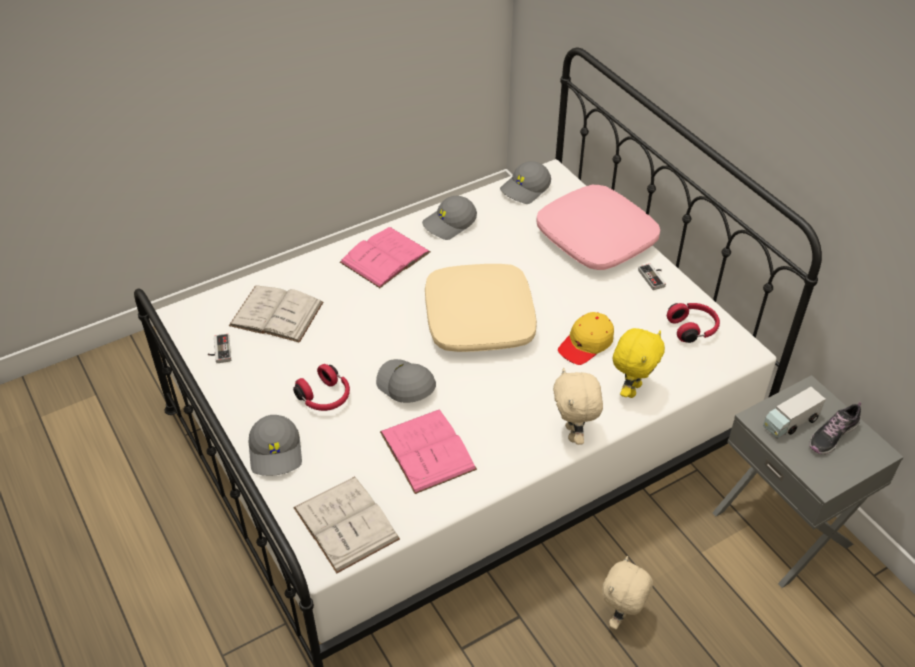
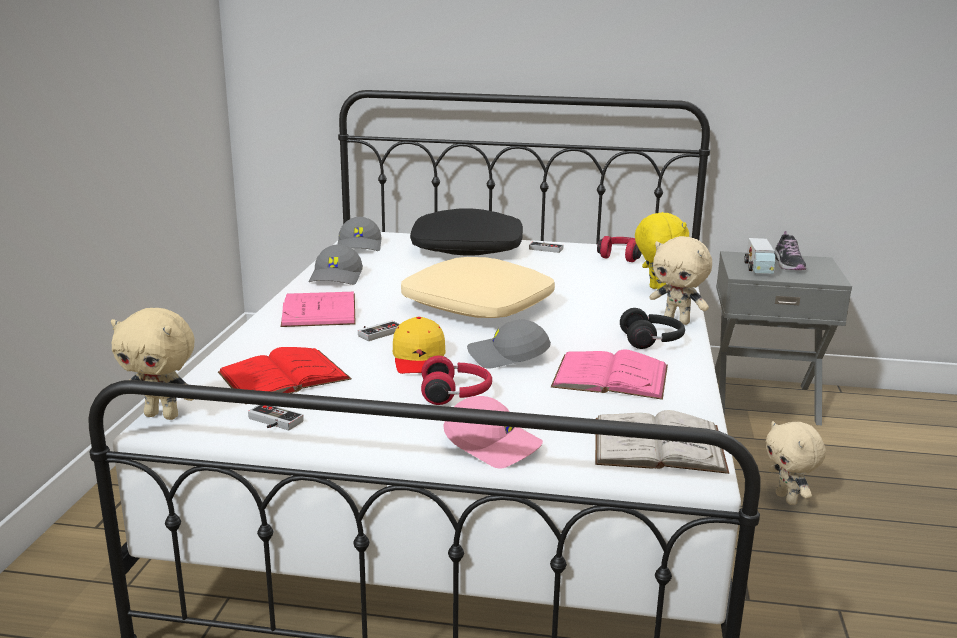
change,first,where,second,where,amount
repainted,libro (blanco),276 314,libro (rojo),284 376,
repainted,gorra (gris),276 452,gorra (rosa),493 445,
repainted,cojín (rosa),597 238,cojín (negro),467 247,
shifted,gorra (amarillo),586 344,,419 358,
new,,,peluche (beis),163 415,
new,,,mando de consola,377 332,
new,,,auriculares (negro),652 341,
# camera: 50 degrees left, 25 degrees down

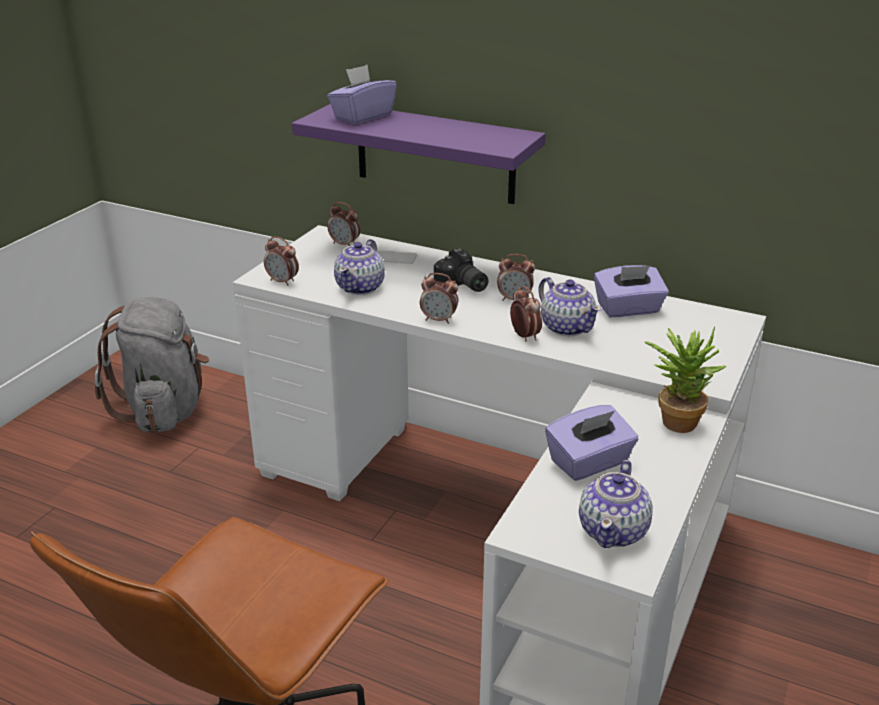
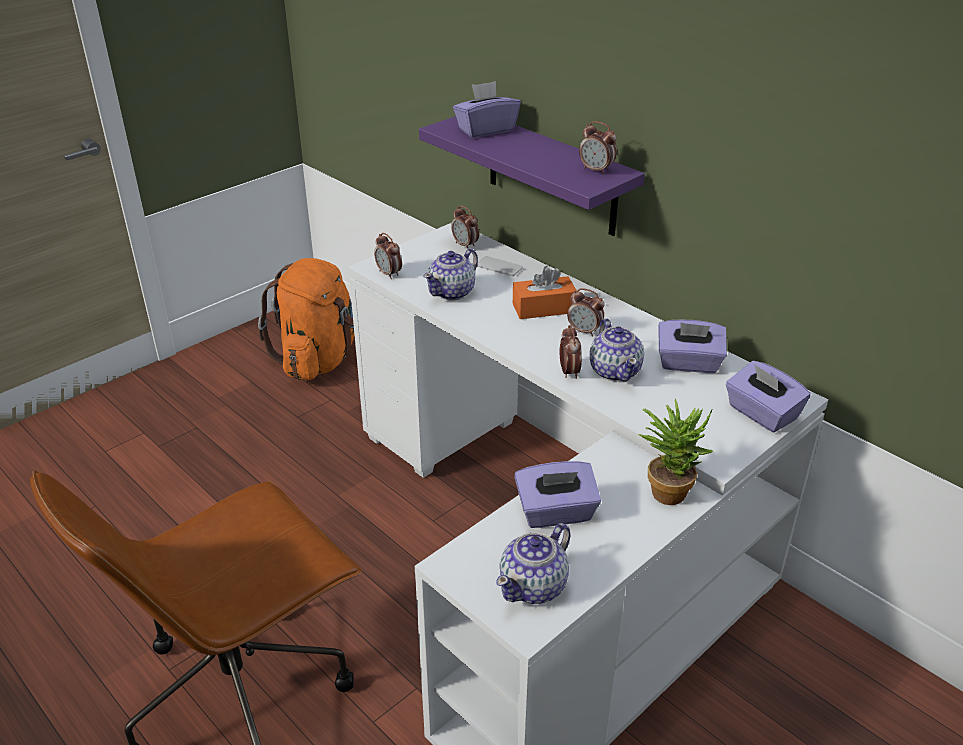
change,first,where,second,where,amount
repainted,mochila (gris),164 410,mochila (naranja),318 359,
shifted,despertador,439 320,,596 170,
swapped,cámara,461 286,caja de pañuelos (naranja),543 308,
new,,,caja de pañuelos (morado),761 414,
# camera: 20 degrees right, 5 degrees up

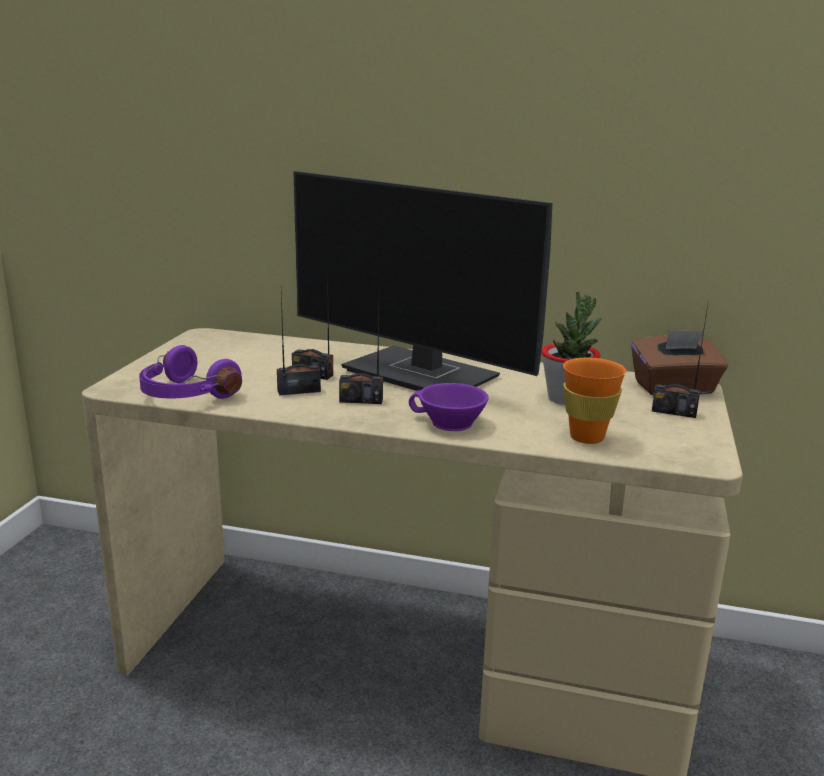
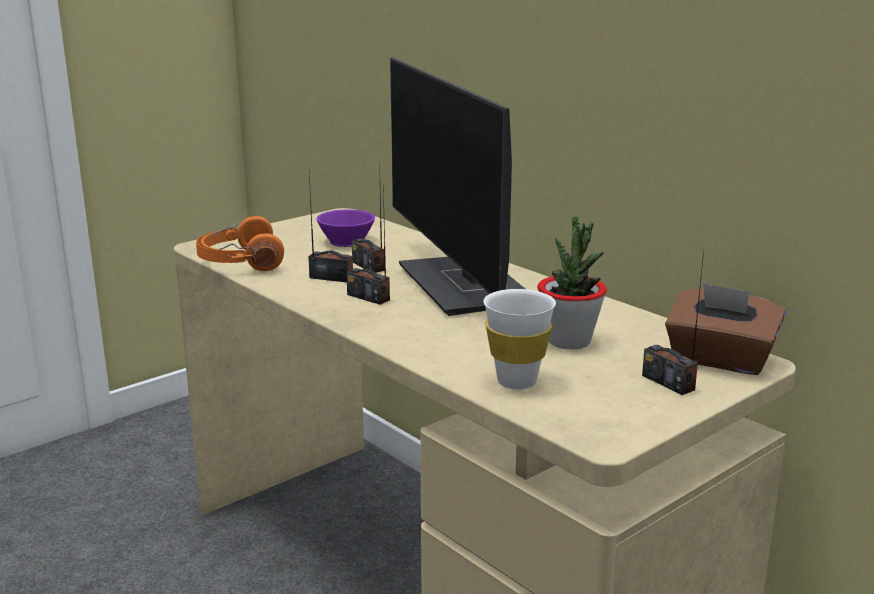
change,first,where,second,where,amount
repainted,auriculares (morado),185 395,auriculares (naranja),239 262,
shifted,taza (morado),449 423,,343 241,
repainted,taza (naranja),587 437,taza (blanco),516 381,
# camera: 35 degrees right, 0 degrees up

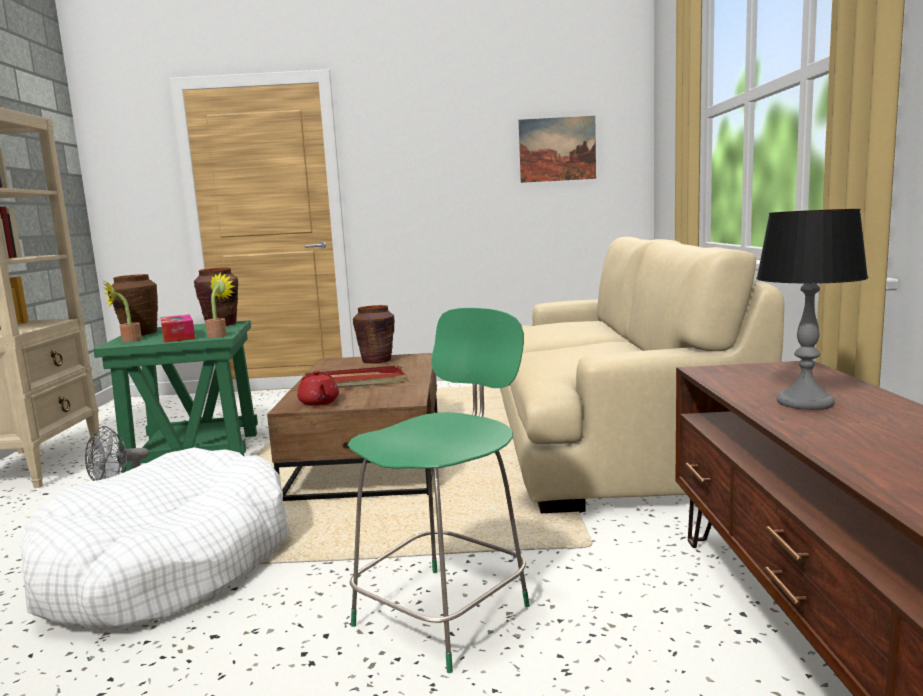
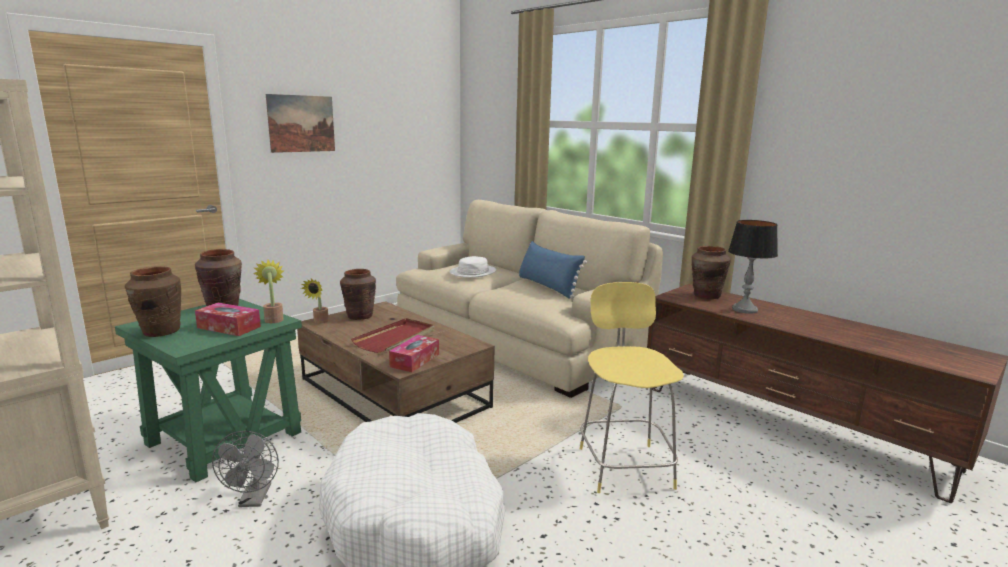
change,first,where,second,where,amount
shifted,planta en maceta,127 341,,319 322,
swapped,tetera (rojo),319 402,caja de pañuelos,415 360,
repainted,taburete (verde),446 612,taburete (amarillo),624 465,
shifted,cuadro,557 149,,301 123,
new,,,sombrero (blanco),473 272,
new,,,cojín (azul),547 286,
new,,,florero (marrón),706 296,
# camera: 45 degrees left, 5 degrees up

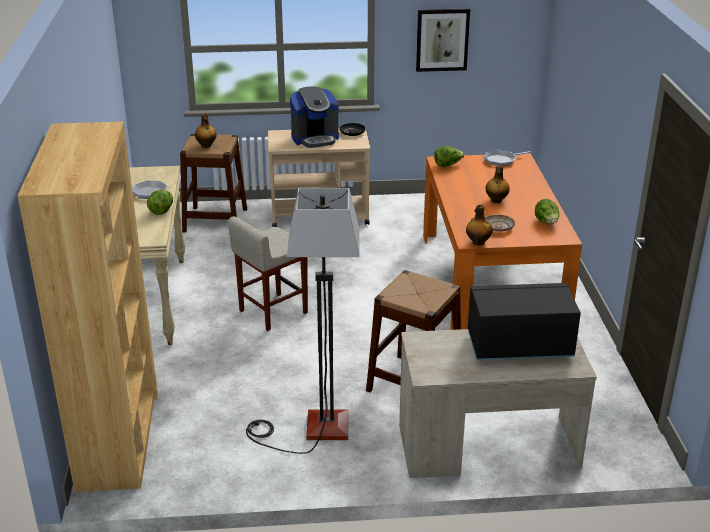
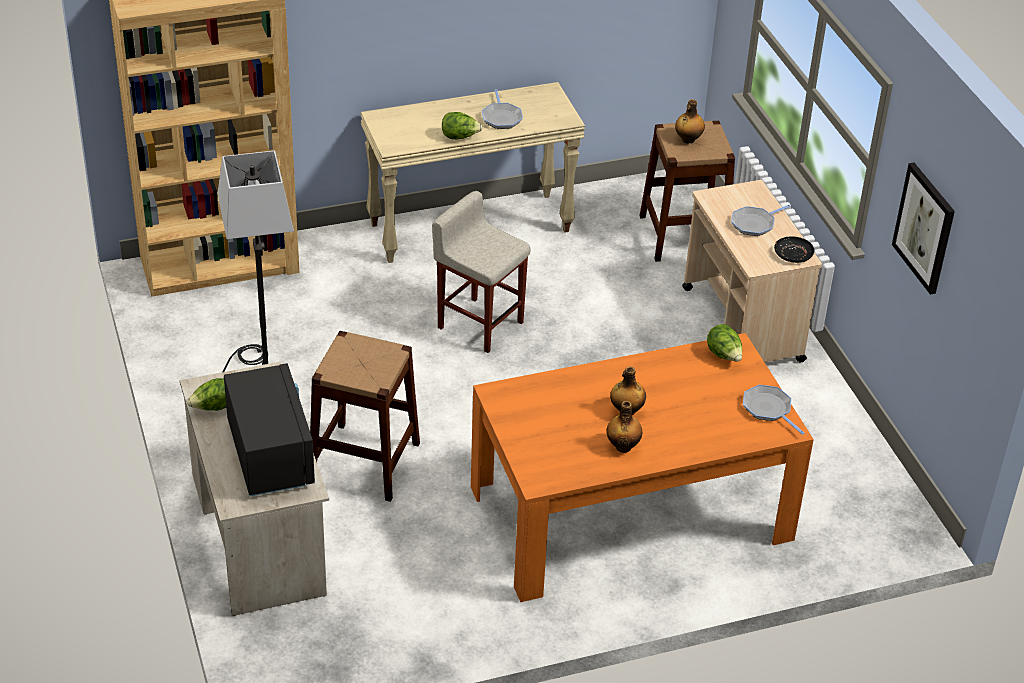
change,first,where,second,where,amount
swapped,cafetera,315 138,sartén,754 224,
shifted,botella,478 242,,623 446,
gone,plato (beis),498 227,,,
shifted,lechuga,546 223,,213 408,
# camera: 75 degrees right, 10 degrees up

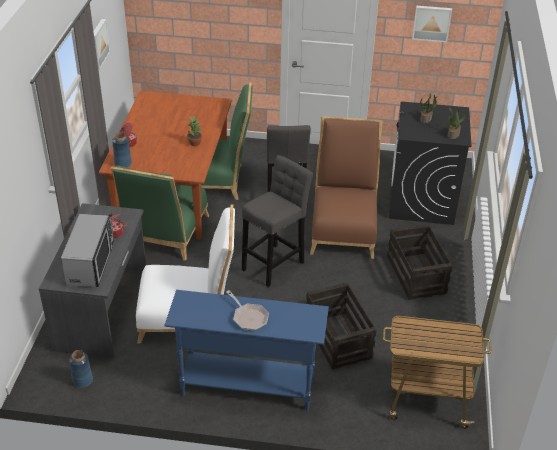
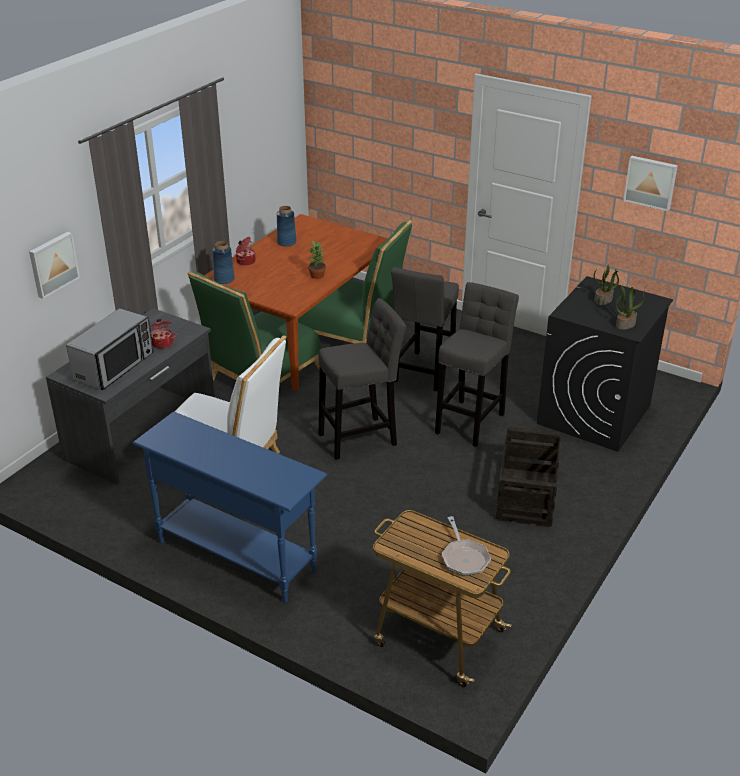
change,first,where,second,where,amount
shifted,florero (azul),82 380,,286 242,
shifted,cuadro,98 43,,53 264,
shifted,sartén,249 317,,464 558,
gone,caja de embalaje,338 339,,,
swapped,silla (marrón),343 228,taburete (gris),471 421,
# camera: 25 degrees right, 5 degrees down

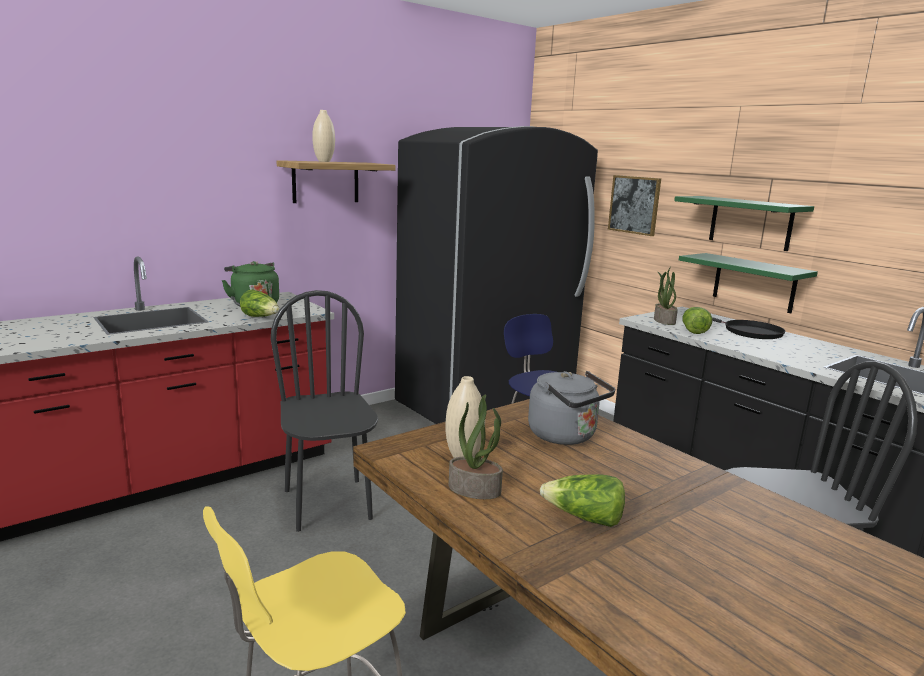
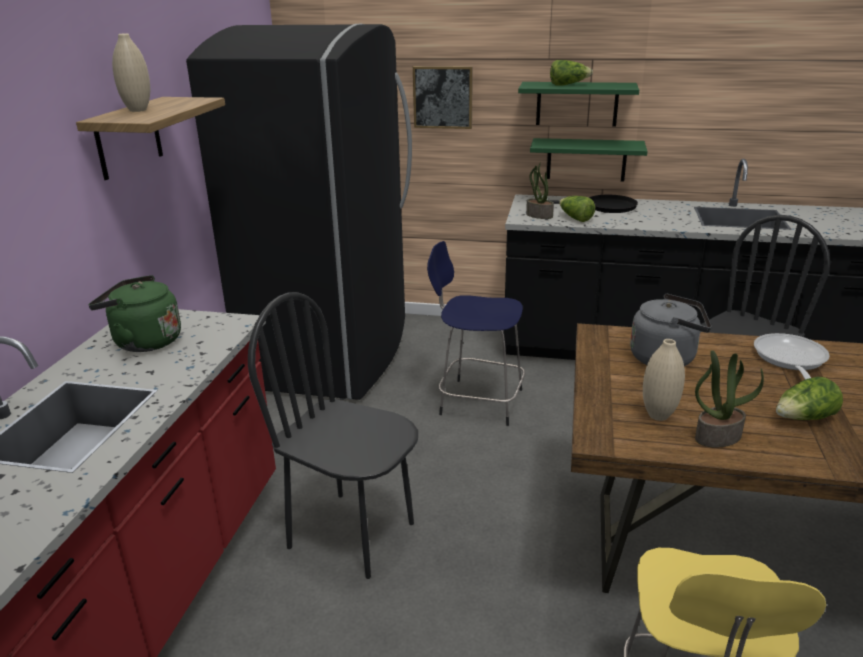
change,first,where,second,where,amount
shifted,lechuga,261 317,,568 85,
new,,,sartén,789 360,
# camera: 40 degrees left, 10 degrees up

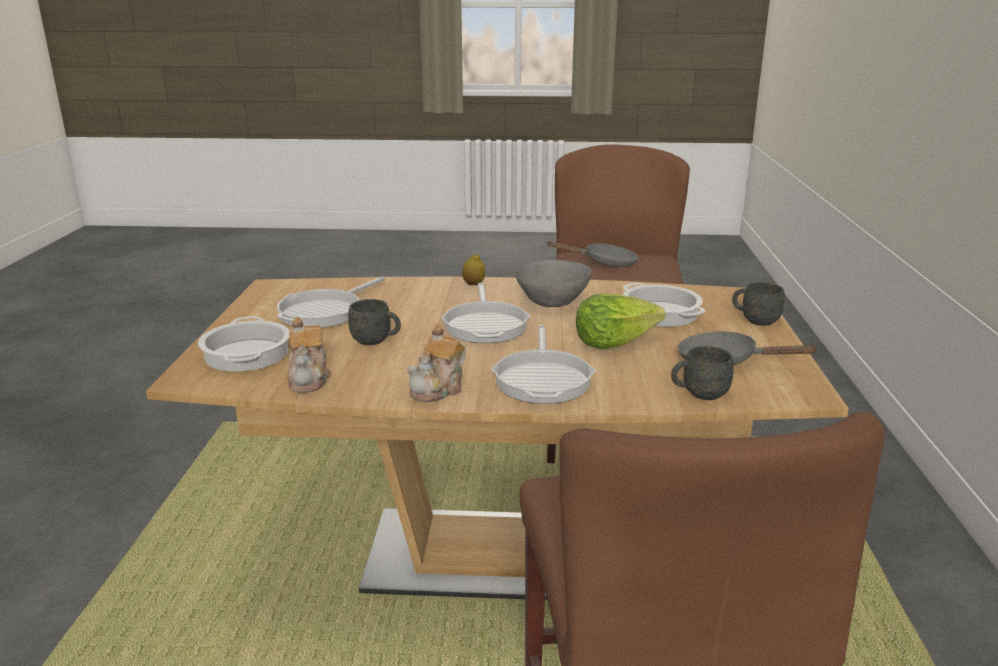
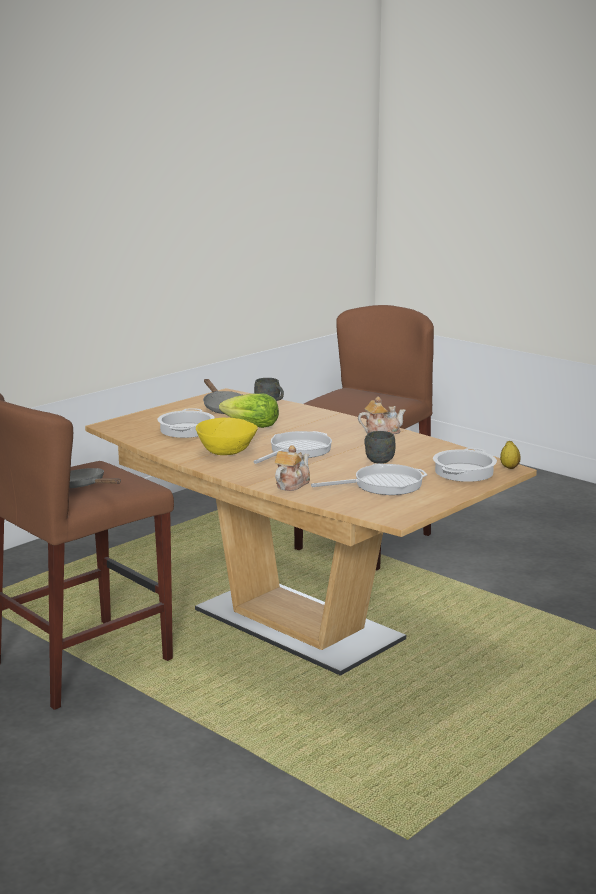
change,first,where,second,where,amount
shifted,tetera,309 379,,291 484,
shifted,limón,473 284,,509 467,
gone,sartén,543 379,,,
repainted,cuenco (gris),552 301,cuenco (amarillo),226 452,
gone,taza grande (gris),755 320,,,
# camera: 140 degrees left, 5 degrees down

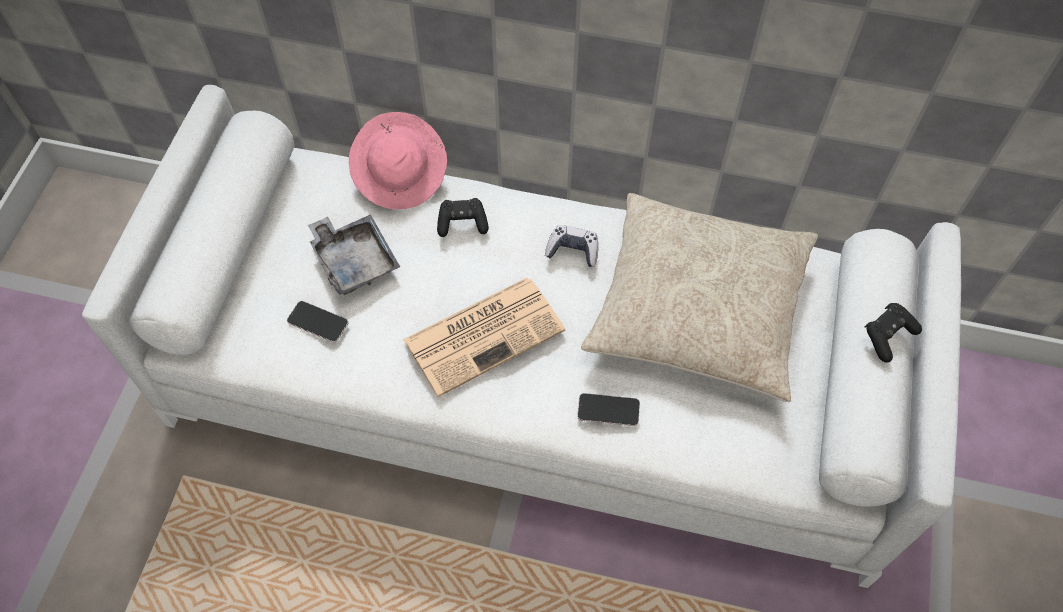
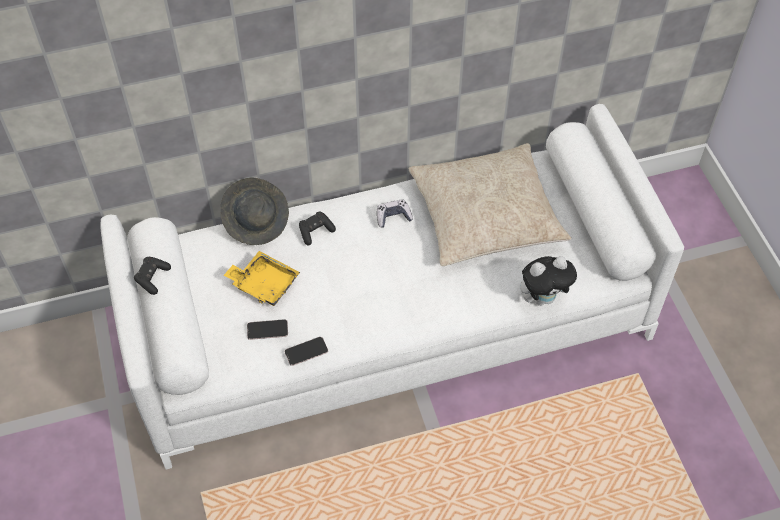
change,first,where,second,where,amount
repainted,bandeja (gris),354 260,bandeja (amarillo),264 284,
repainted,sombrero (rosa),401 175,sombrero (gris),256 221,
gone,periódico,485 334,,,
shifted,móvil,608 410,,306 351,
shifted,mando de consola (negro),887 336,,152 278,
new,,,peluche,543 298,
# camera: 30 degrees left, 5 degrees down

